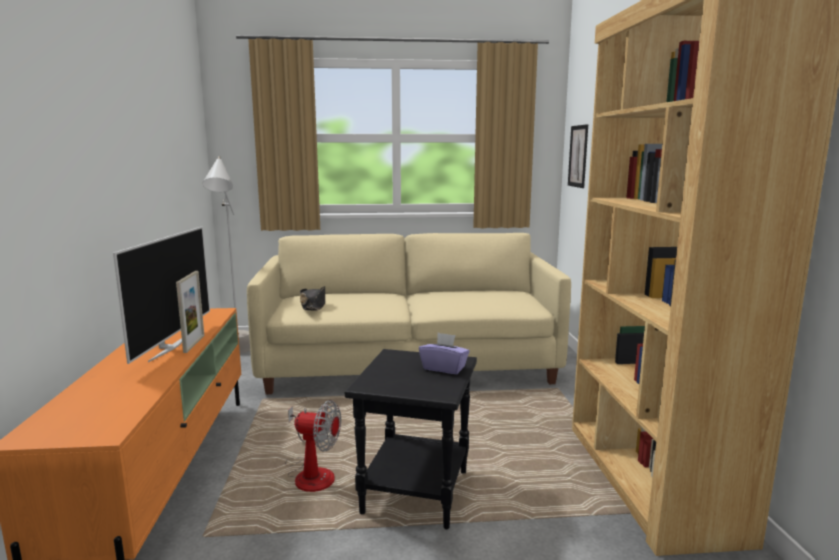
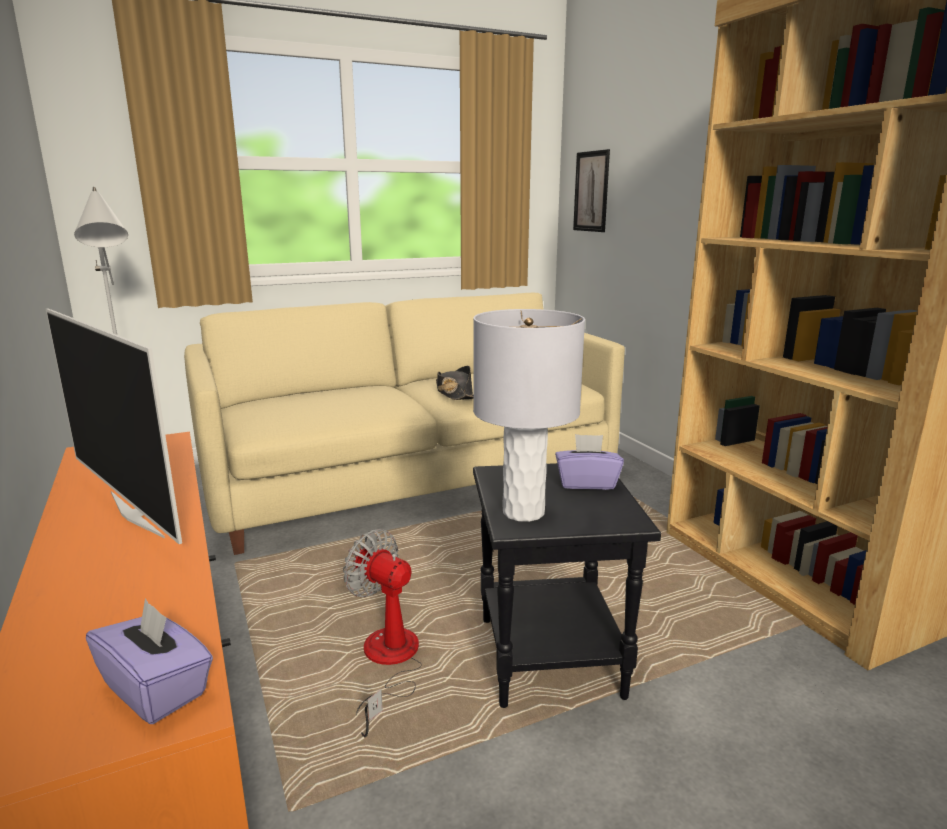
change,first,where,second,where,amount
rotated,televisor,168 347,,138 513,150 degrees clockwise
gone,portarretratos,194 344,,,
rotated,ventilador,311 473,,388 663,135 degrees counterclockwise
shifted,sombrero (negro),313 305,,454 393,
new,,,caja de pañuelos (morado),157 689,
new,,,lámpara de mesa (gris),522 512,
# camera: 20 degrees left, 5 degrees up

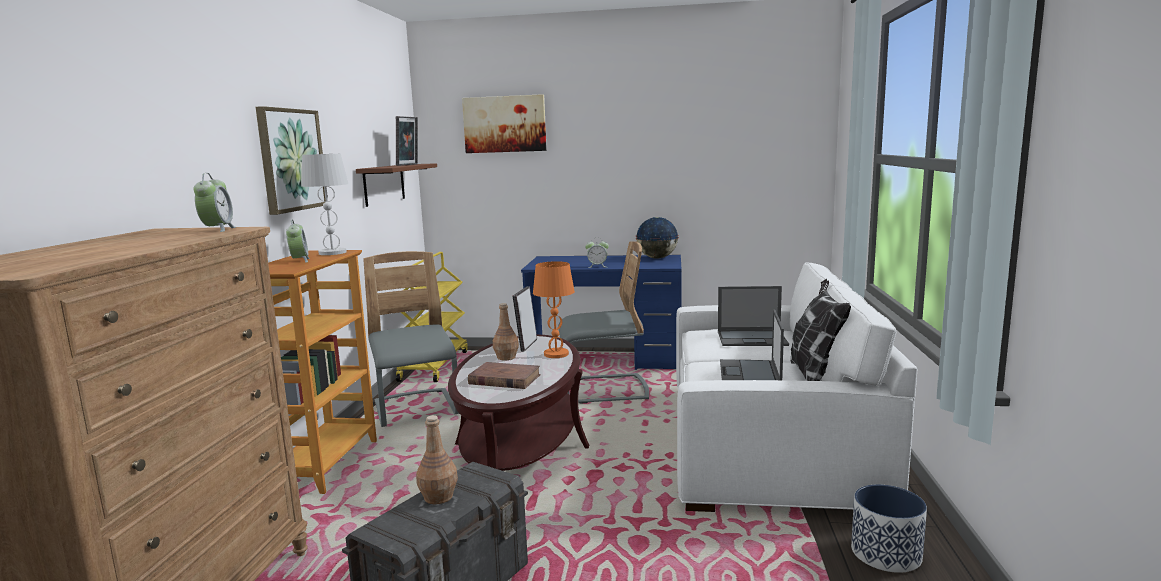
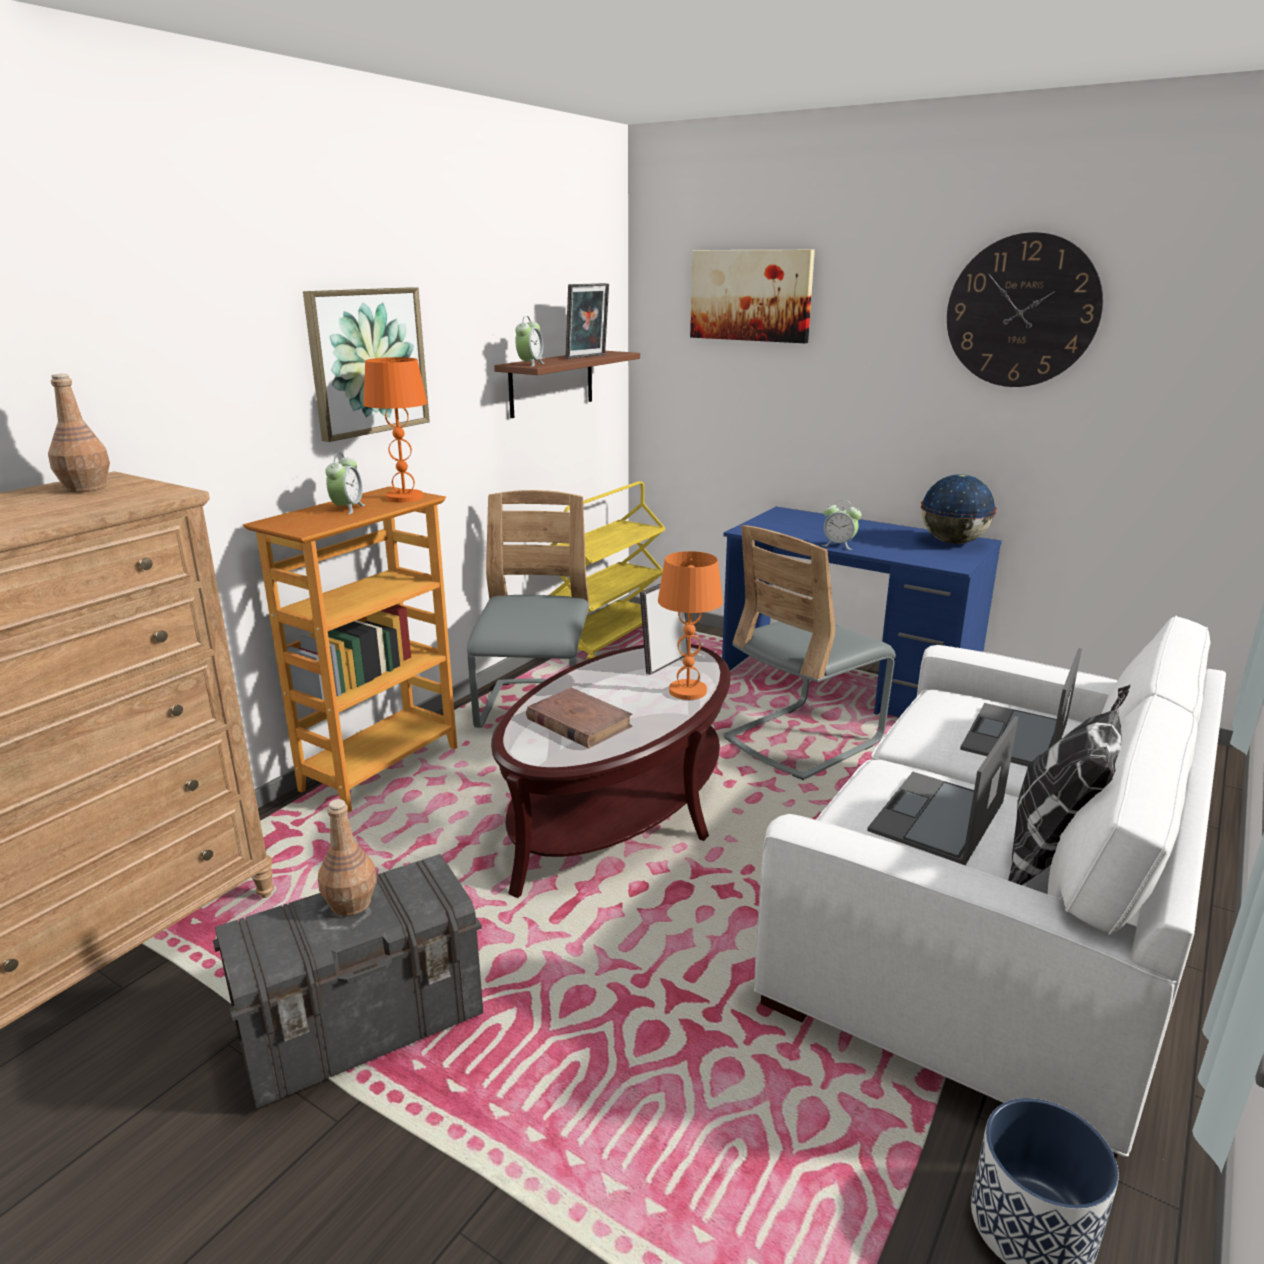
change,first,where,second,where,amount
shifted,despertador,217 230,,530 364,
repainted,lámpara de mesa (blanco),332 253,lámpara de mesa (naranja),404 498,
shifted,botella (marrón),506 357,,86 488,
rotated,silla (gris),604 390,,802 740,120 degrees clockwise
rotated,portátil,753 339,,1015 738,90 degrees clockwise
new,,,reloj de pared,1022 311,
# camera: 25 degrees right, 10 degrees up

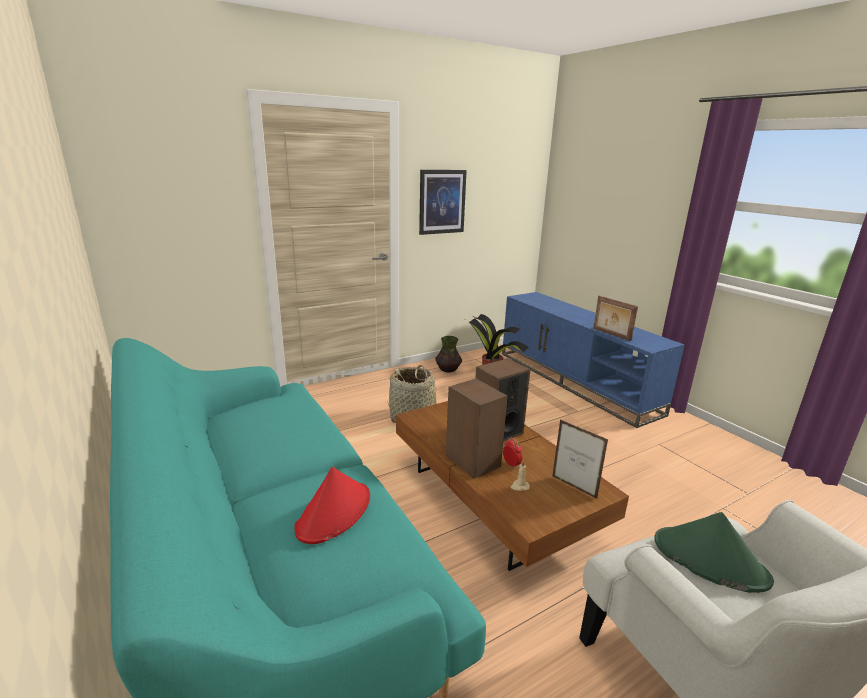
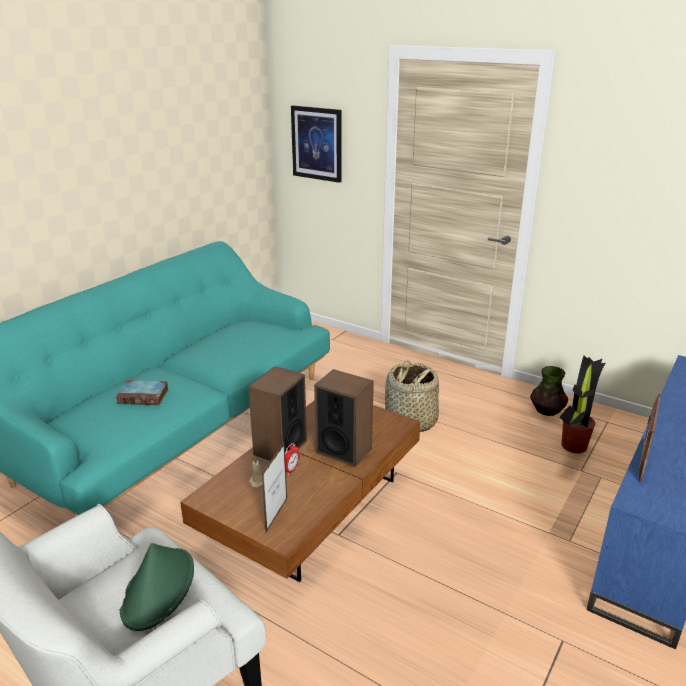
change,first,where,second,where,amount
swapped,sombrero (rojo),334 512,libro,144 396,
shifted,cuadro,442 202,,317 143,
# camera: 65 degrees right, 5 degrees up

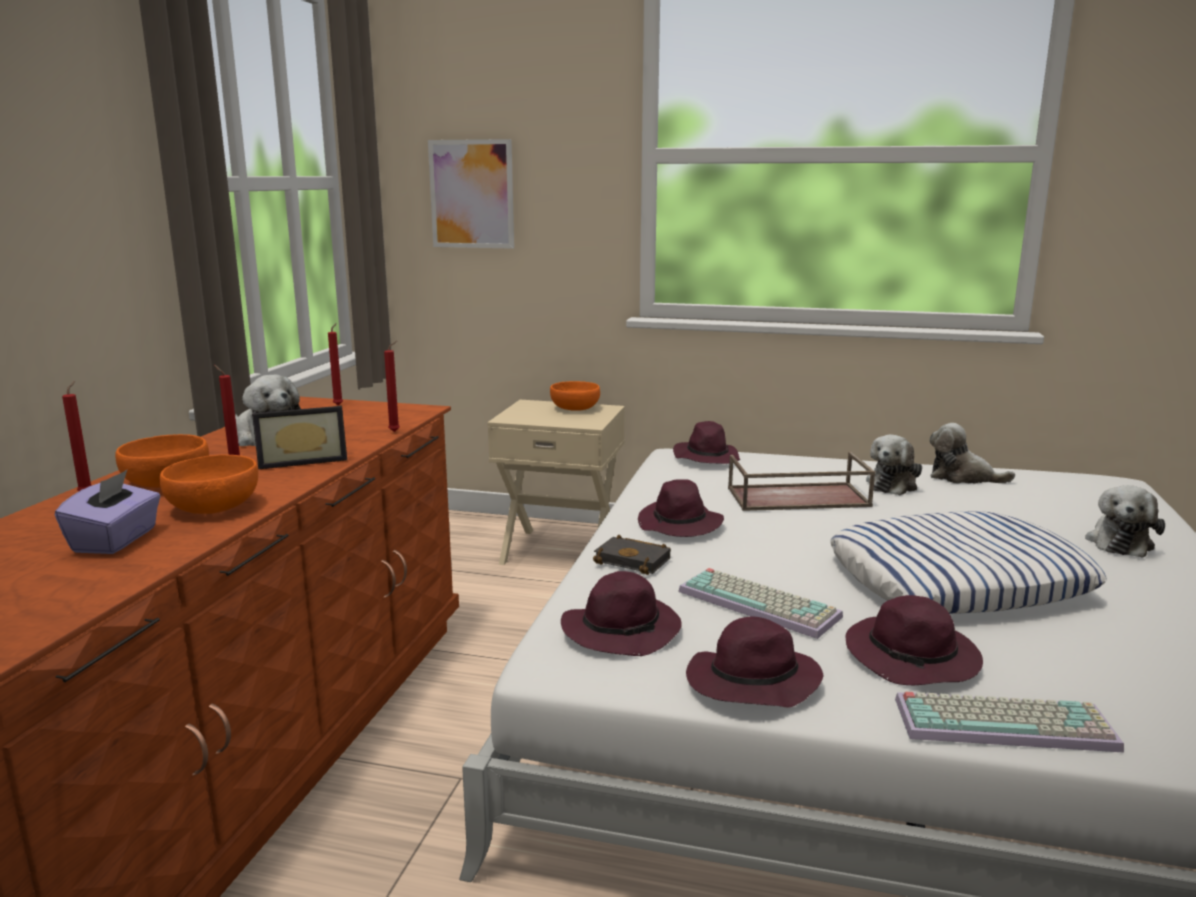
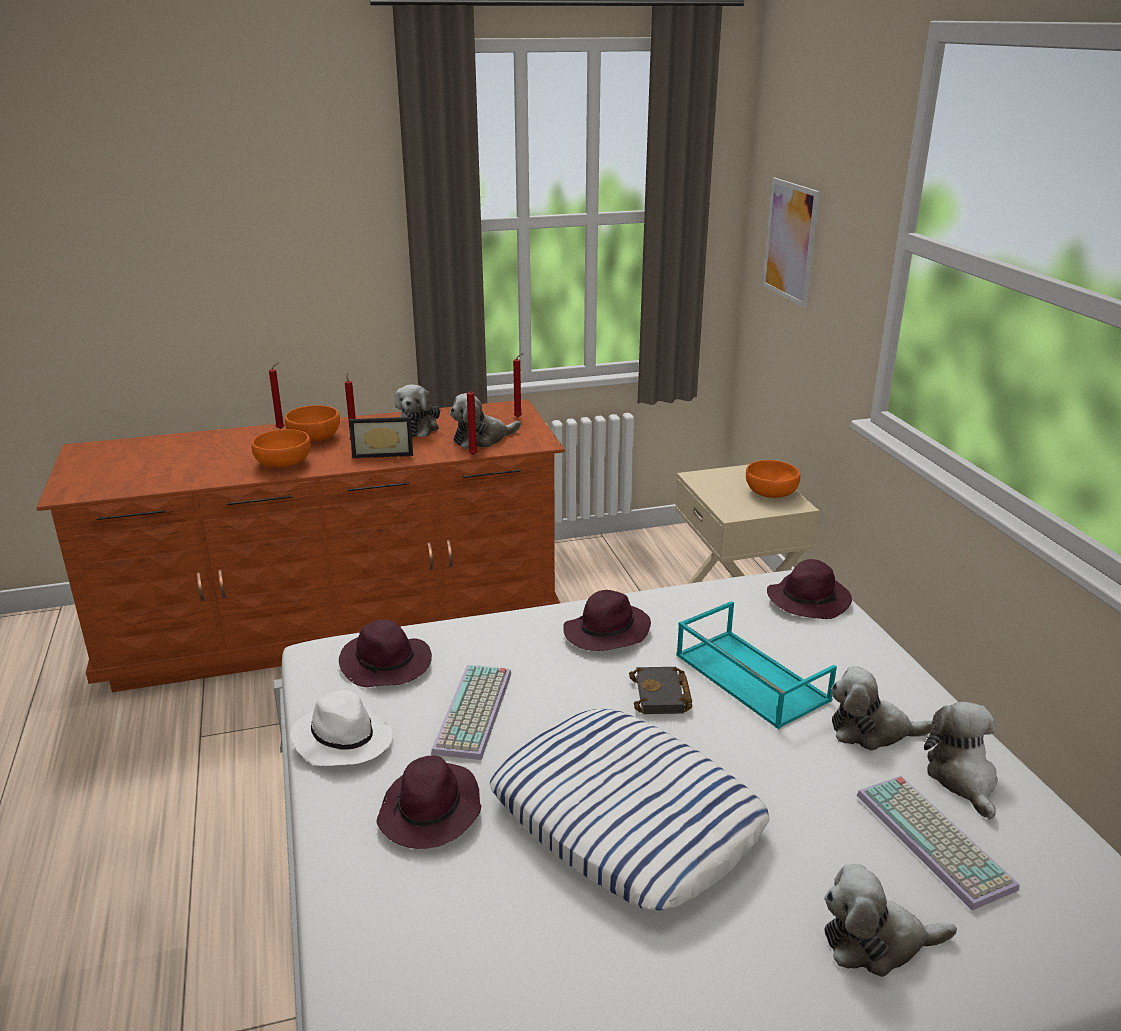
change,first,where,second,where,amount
gone,caja de pañuelos (morado),116 540,,,
rotated,portarretratos,302 461,,383 453,45 degrees counterclockwise
shifted,libro (negro),635 560,,662 696,
repainted,sombrero (morado),751 683,sombrero (blanco),342 740,
repainted,bandeja (marrón),797 498,bandeja (turquesa),749 677,
shifted,teclado,1005 722,,937 840,
new,,,peluche,482 439,
# camera: 60 degrees right, 10 degrees up

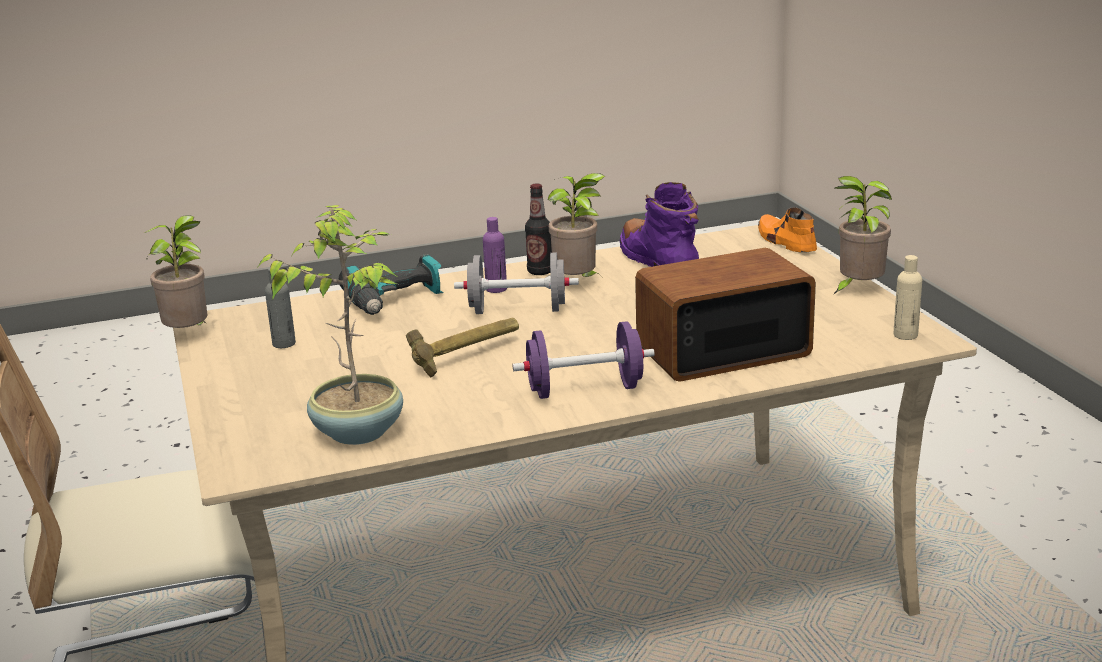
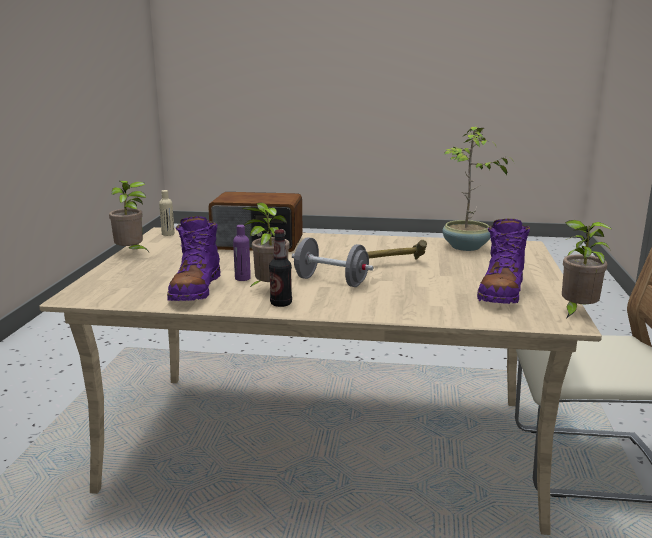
change,first,where,second,where,amount
swapped,botella (gris),284 344,bota (morado),501 292,
gone,taladro,395 301,,,
shifted,botella (morado),496 289,,242 278,
gone,mancuerna (morado),584 390,,,
gone,zapato (naranja),785 241,,,
# camera: 155 degrees left, 5 degrees down

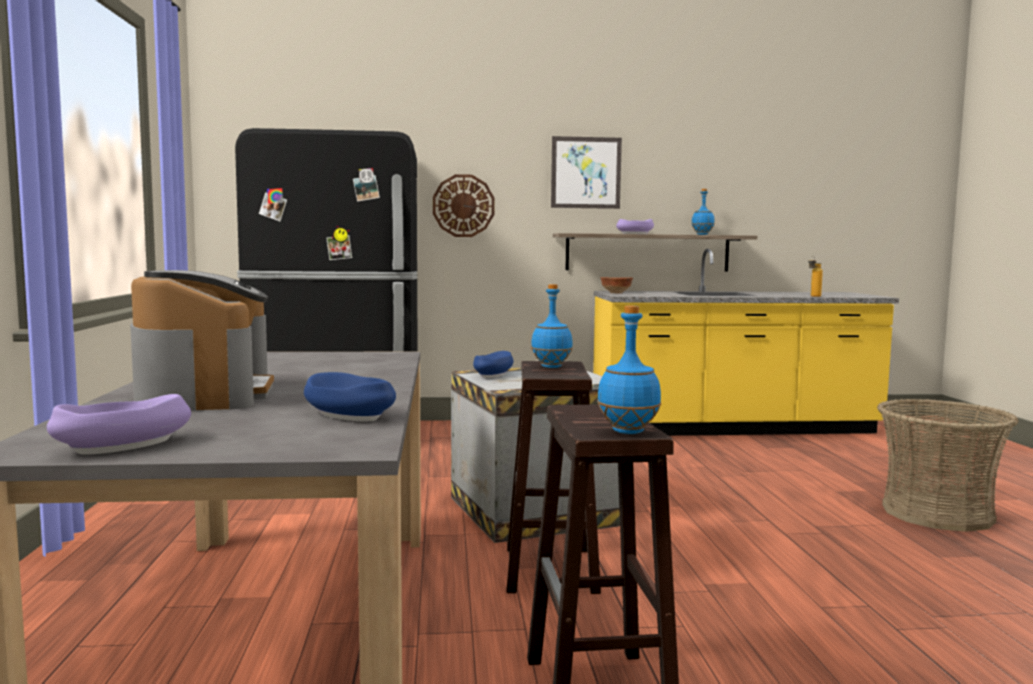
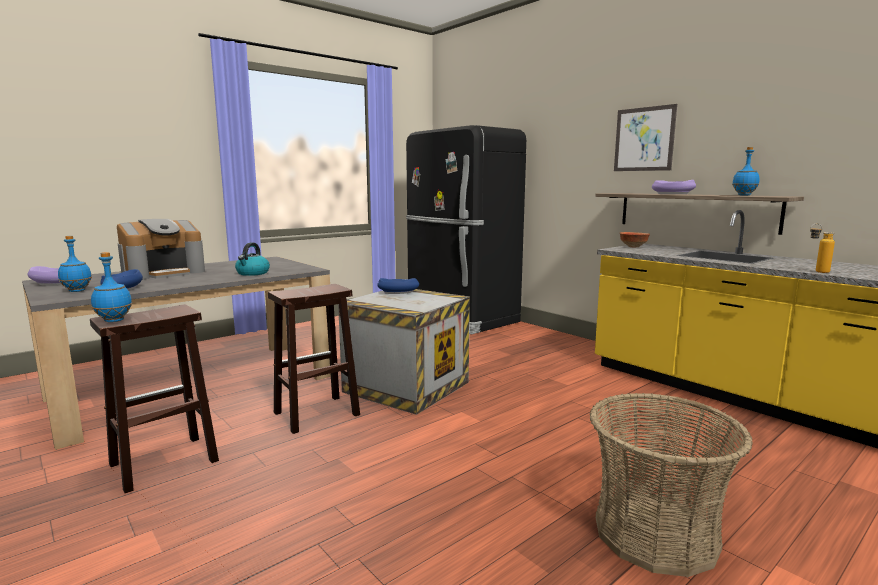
change,first,where,second,where,amount
gone,reloj de pared,463 206,,,
shifted,botella (azul),550 367,,77 291,
new,,,hervidor,252 273,
# camera: 55 degrees right, 5 degrees up

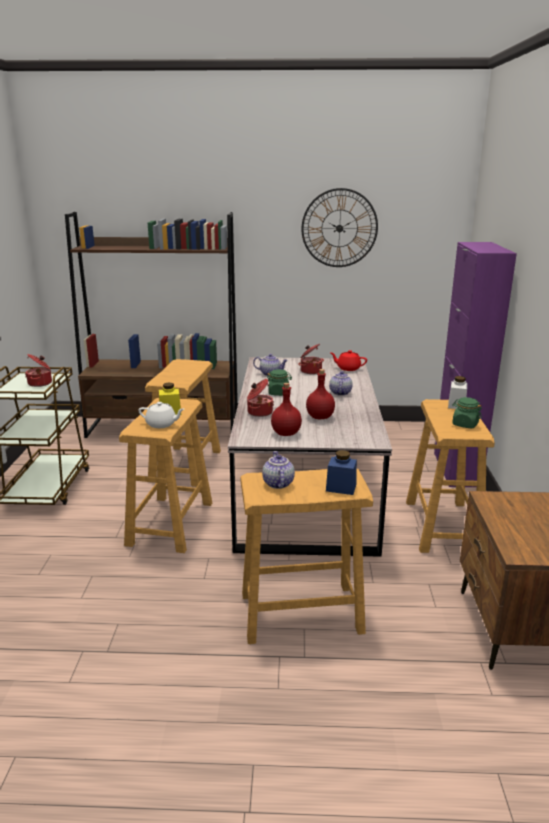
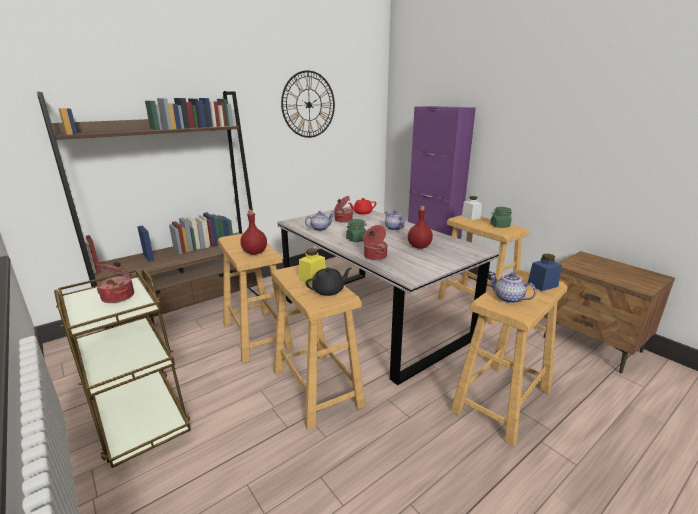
change,first,where,second,where,amount
repainted,tetera (blanco),161 424,tetera (negro),329 290,
shifted,botella (rojo),286 433,,254 252,
# camera: 40 degrees left, 0 degrees up

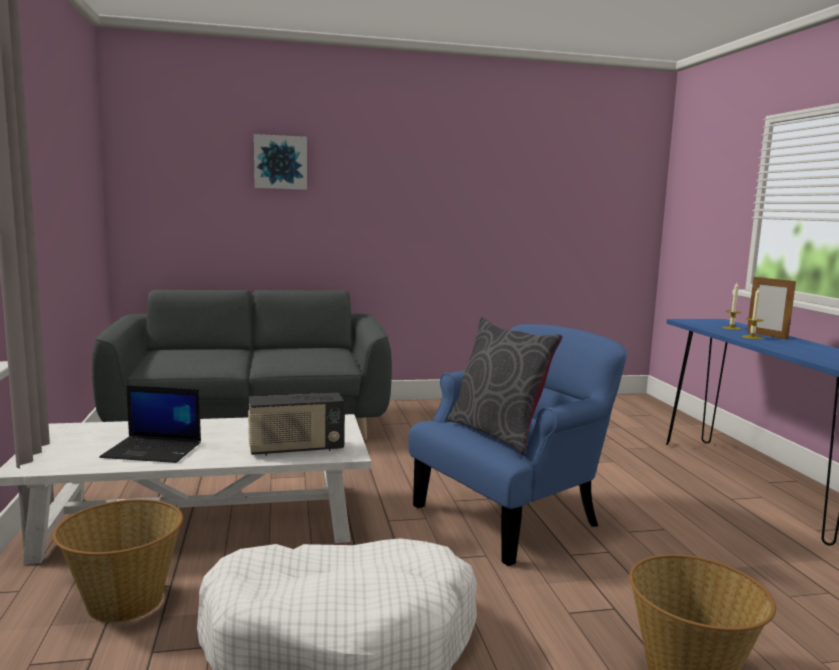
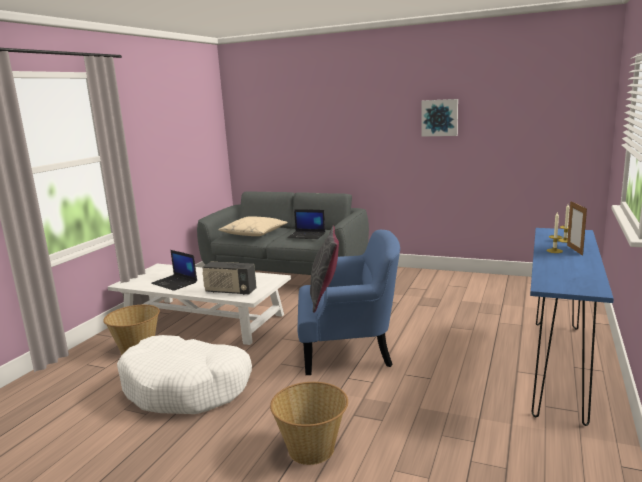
change,first,where,second,where,amount
shifted,cuadro,280 162,,439 117,
new,,,cojín (beis),254 233,
new,,,portátil,307 235,
# camera: 35 degrees right, 5 degrees up

